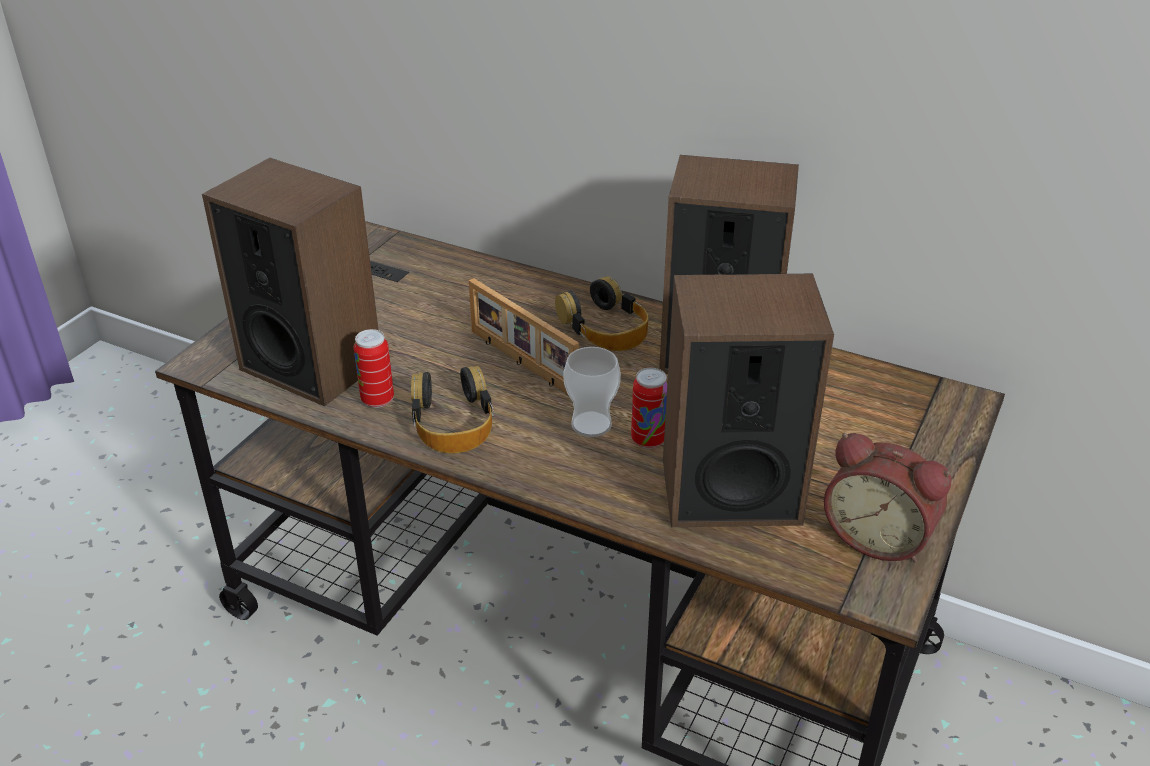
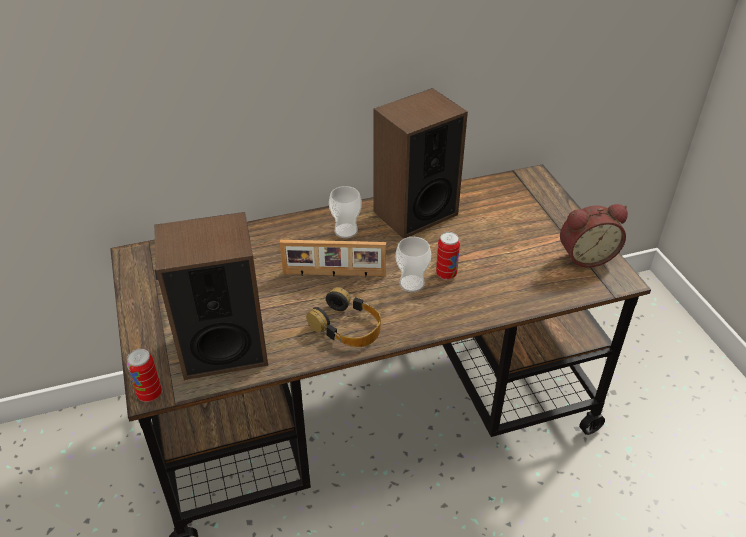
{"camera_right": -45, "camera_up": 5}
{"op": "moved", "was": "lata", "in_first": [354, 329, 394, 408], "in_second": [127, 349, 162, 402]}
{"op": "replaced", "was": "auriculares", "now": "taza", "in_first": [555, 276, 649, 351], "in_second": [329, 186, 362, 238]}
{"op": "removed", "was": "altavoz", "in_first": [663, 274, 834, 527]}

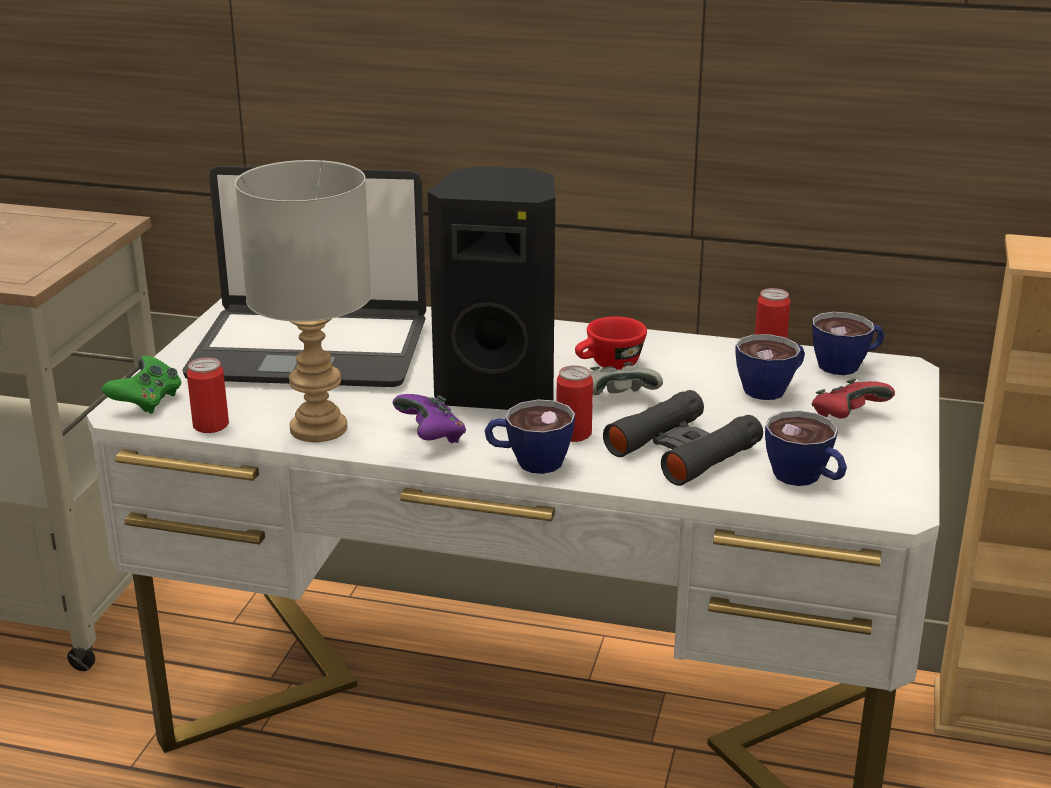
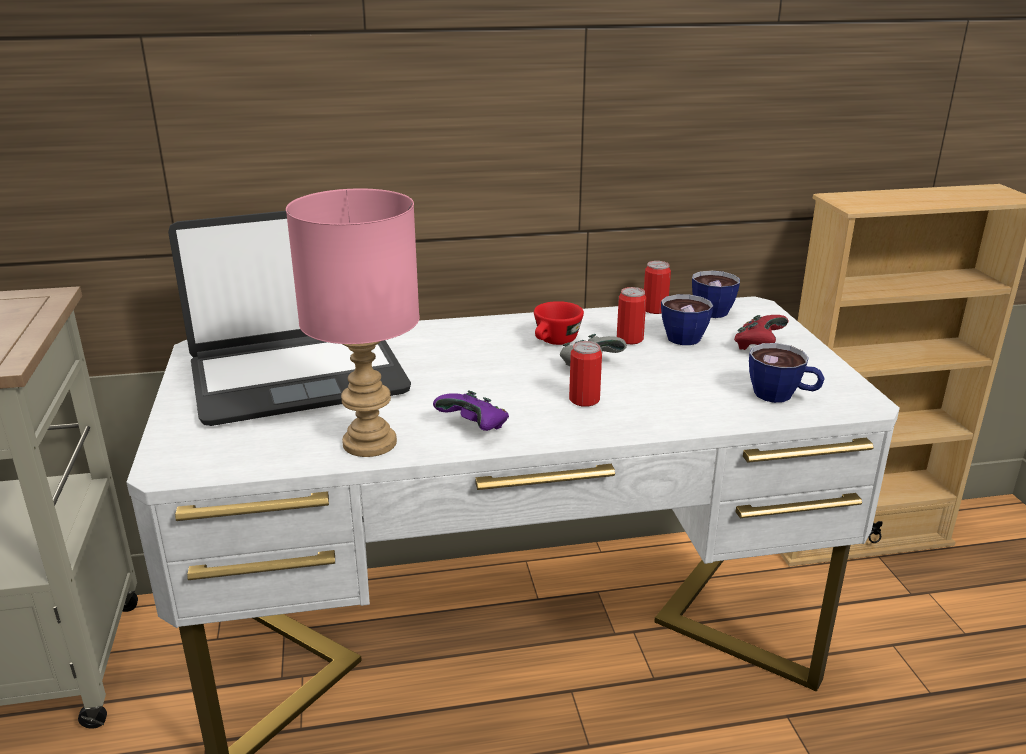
{"camera_right": -25, "camera_up": 0}
{"op": "removed", "was": "mando de consola/verde", "in_first": [102, 356, 182, 414]}
{"op": "moved", "was": "lata", "in_first": [187, 358, 229, 433], "in_second": [617, 287, 646, 344]}
{"op": "recoloured", "was": "lámpara de mesa/gris", "now": "lámpara de mesa/rosa", "in_first": [235, 160, 371, 442], "in_second": [286, 188, 420, 457]}
{"op": "removed", "was": "altavoz/negro", "in_first": [428, 166, 555, 410]}
{"op": "removed", "was": "taza", "in_first": [485, 399, 575, 474]}
{"op": "removed", "was": "prismáticos/negro", "in_first": [603, 390, 763, 486]}

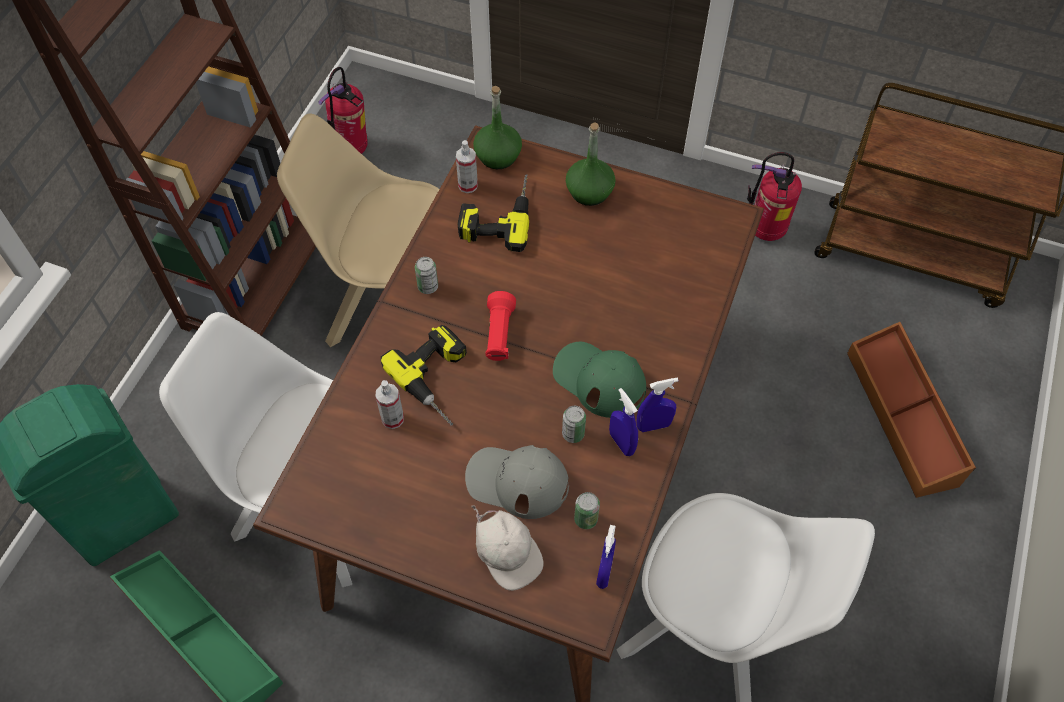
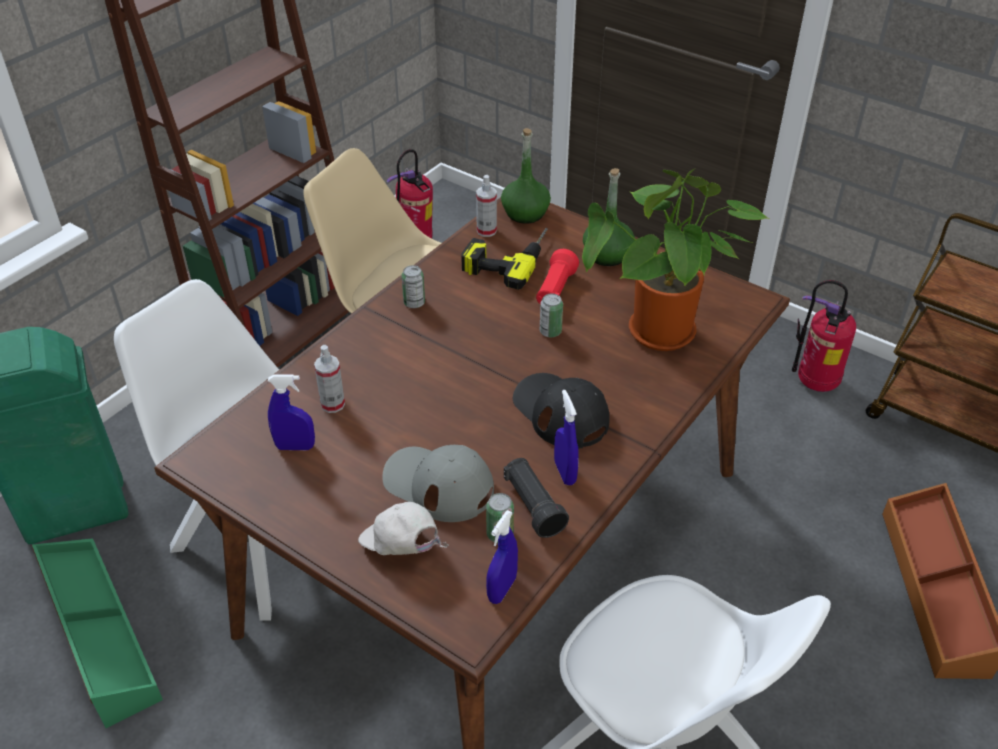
{"camera_right": 15, "camera_up": -15}
{"op": "removed", "was": "taladro", "in_first": [381, 325, 467, 426]}
{"op": "turned", "was": "gorra/blanco", "in_first": [471, 505, 544, 591], "in_second": [358, 502, 449, 555], "clockwise": 150}
{"op": "moved", "was": "linterna/rojo", "in_first": [485, 291, 516, 361], "in_second": [536, 249, 579, 304]}
{"op": "recoloured", "was": "gorra/verde", "now": "gorra/negro", "in_first": [553, 342, 646, 418], "in_second": [513, 373, 610, 449]}
{"op": "moved", "was": "lata", "in_first": [562, 406, 586, 443], "in_second": [540, 293, 563, 337]}
{"op": "moved", "was": "pulverizador/azul", "in_first": [636, 378, 678, 432], "in_second": [268, 374, 315, 450]}
{"op": "added", "now": "linterna/negro", "in_second": [504, 458, 569, 538]}
{"op": "added", "now": "planta en maceta", "in_second": [582, 168, 770, 351]}

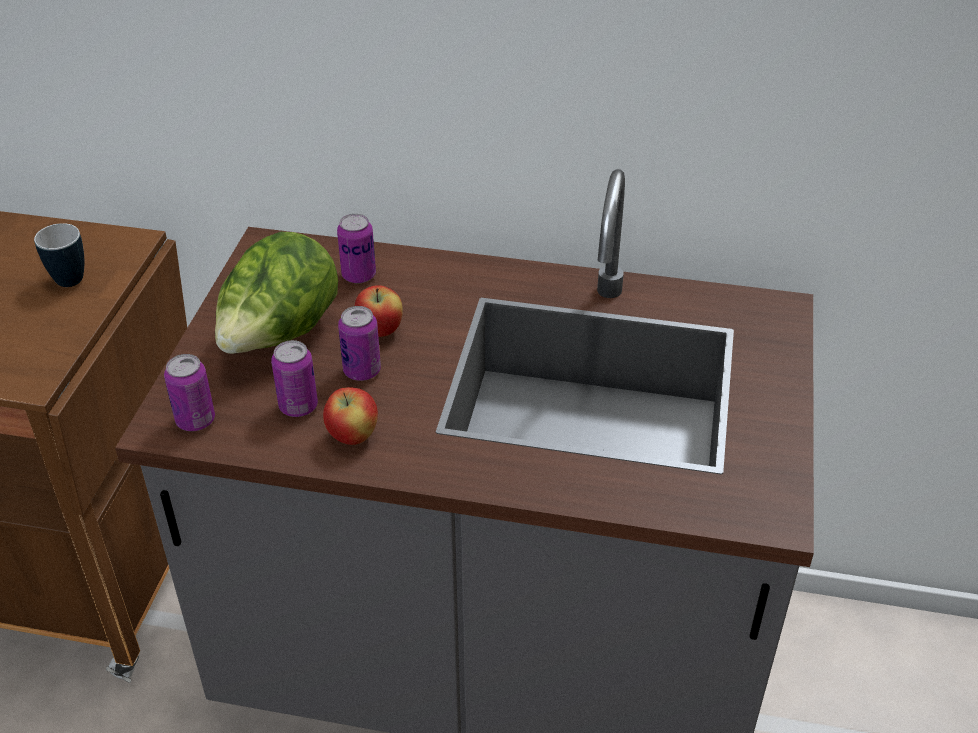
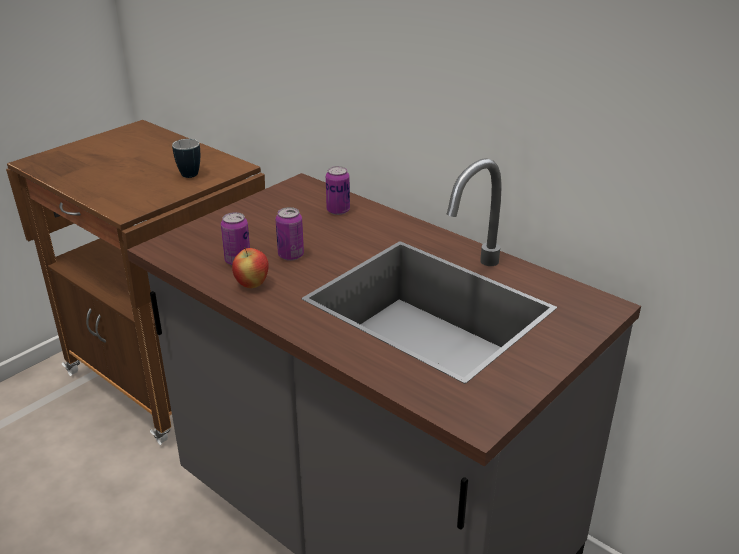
{"camera_right": 30, "camera_up": -10}
{"op": "removed", "was": "lata", "in_first": [164, 354, 215, 431]}
{"op": "removed", "was": "lechuga", "in_first": [215, 232, 338, 354]}
{"op": "removed", "was": "manzana", "in_first": [355, 285, 403, 337]}

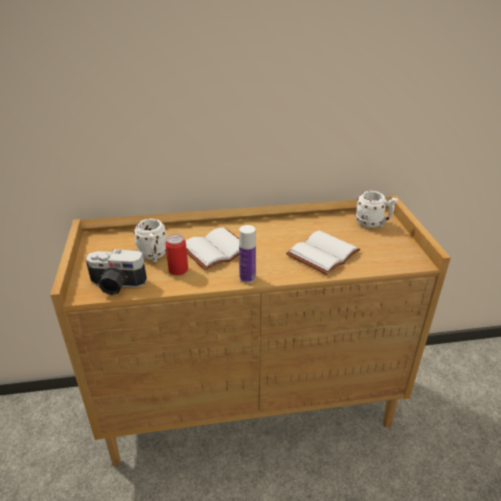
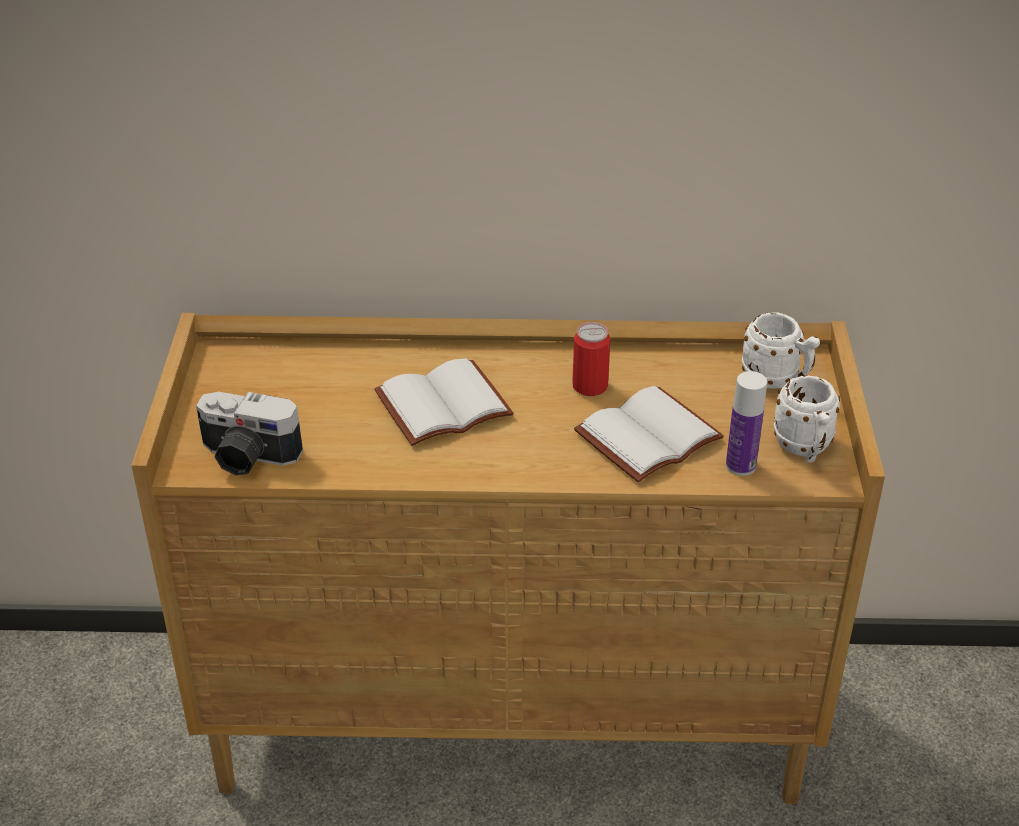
{"camera_right": 10, "camera_up": 5}
{"op": "moved", "was": "taza grande/blanco", "in_first": [134, 219, 167, 262], "in_second": [774, 376, 840, 462]}
{"op": "moved", "was": "lata", "in_first": [165, 234, 188, 276], "in_second": [572, 322, 610, 396]}
{"op": "moved", "was": "botella", "in_first": [239, 225, 256, 283], "in_second": [726, 371, 767, 476]}

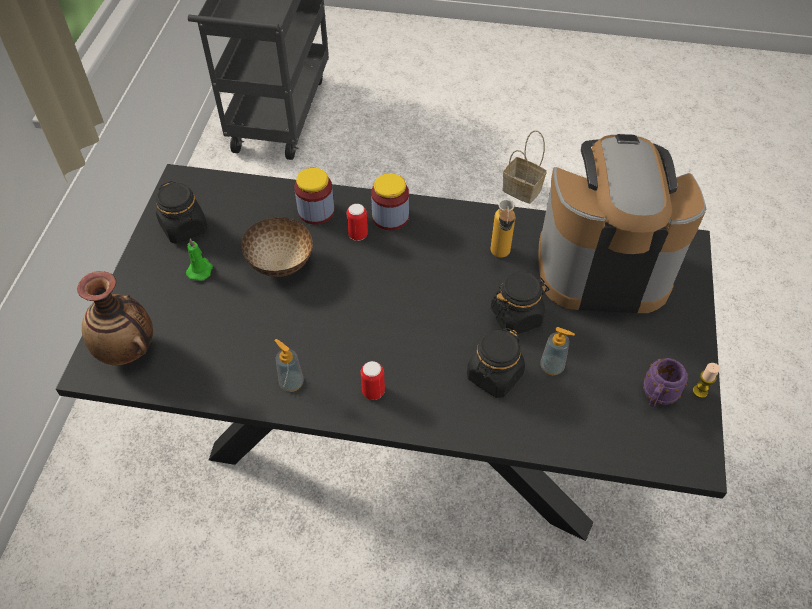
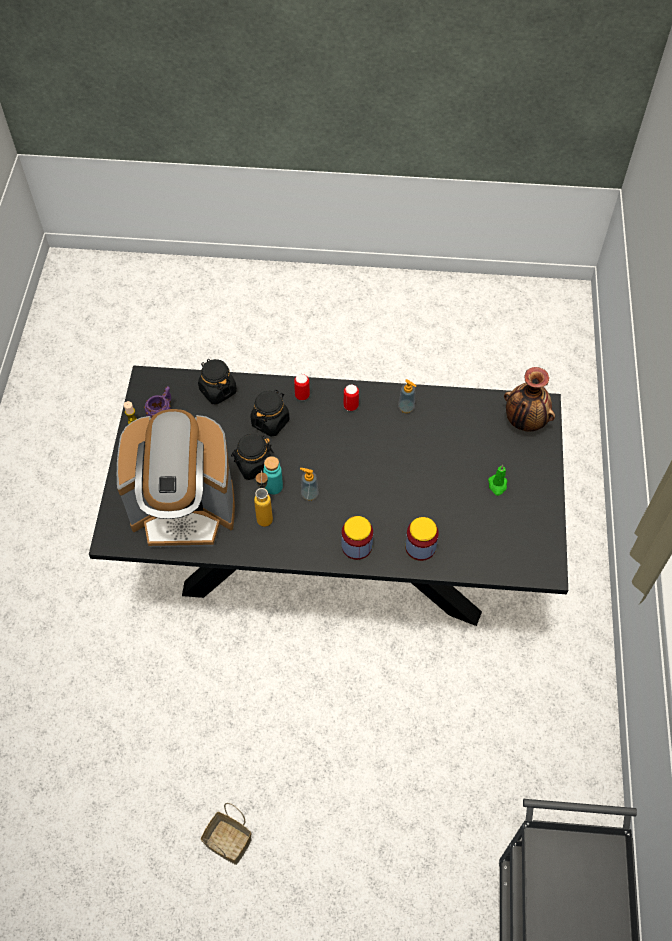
{"camera_right": 175, "camera_up": 5}
{"op": "moved", "was": "tarro/negro", "in_first": [156, 181, 208, 244], "in_second": [198, 359, 237, 405]}
{"op": "removed", "was": "cuenco", "in_first": [241, 217, 313, 277]}
{"op": "moved", "was": "lata", "in_first": [347, 204, 368, 241], "in_second": [294, 374, 310, 400]}
{"op": "moved", "was": "dispensador de jabón", "in_first": [540, 327, 575, 375], "in_second": [300, 468, 319, 501]}
{"op": "added", "now": "botella/turquesa", "in_second": [263, 456, 283, 494]}

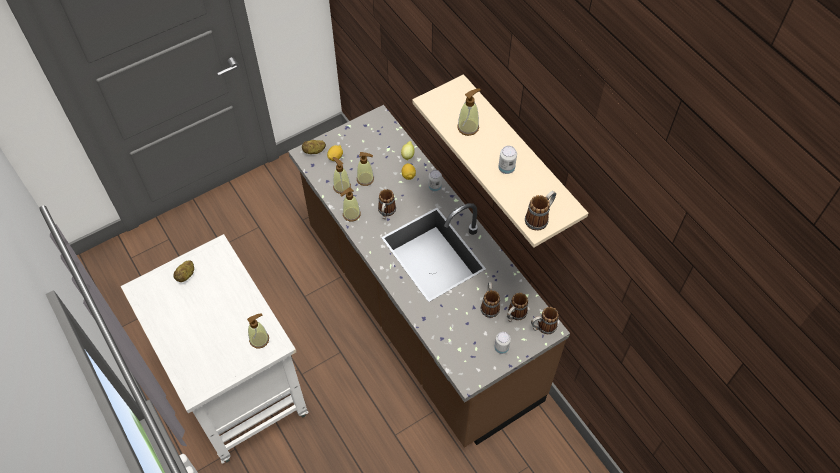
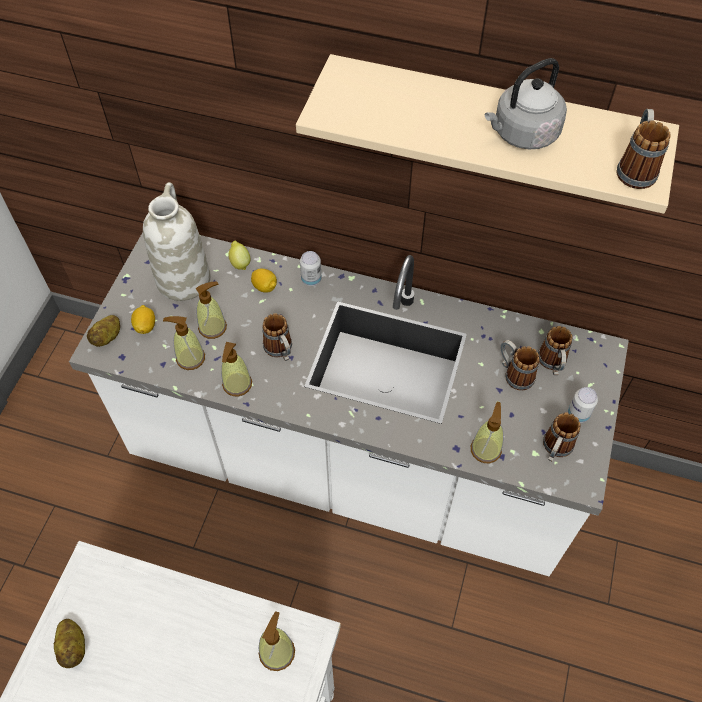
{"camera_right": -40, "camera_up": 0}
{"op": "recoloured", "was": "mueble bajo de cocina/marrón", "now": "mueble bajo de cocina/blanco", "in_first": [288, 105, 570, 448], "in_second": [69, 232, 629, 576]}
{"op": "moved", "was": "dispensador de jabón", "in_first": [457, 89, 481, 136], "in_second": [471, 402, 503, 463]}
{"op": "replaced", "was": "lata", "now": "hervidor/gris", "in_first": [498, 146, 517, 174], "in_second": [485, 58, 567, 149]}
{"op": "moved", "was": "taza grande", "in_first": [531, 307, 559, 334], "in_second": [543, 413, 581, 462]}
{"op": "added", "now": "florero/blanco", "in_second": [143, 182, 210, 301]}

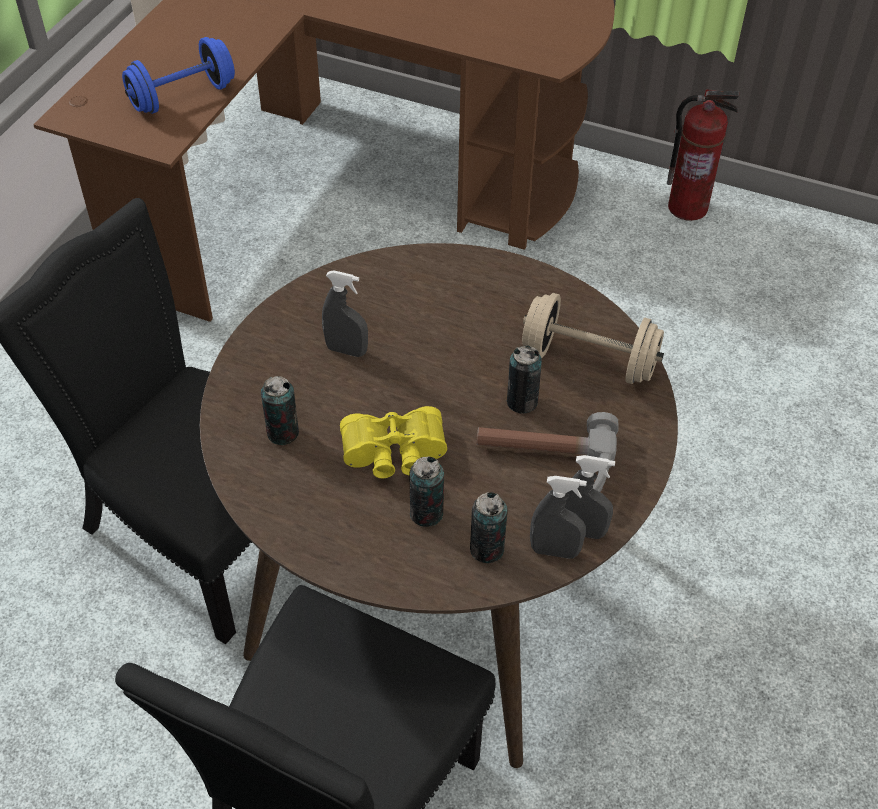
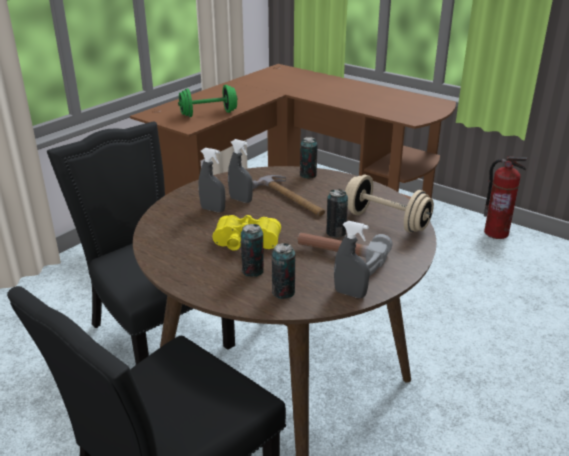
{"camera_right": 15, "camera_up": -20}
{"op": "recoloured", "was": "mancuerna/azul", "now": "mancuerna/verde", "in_first": [122, 37, 235, 114], "in_second": [178, 85, 238, 117]}
{"op": "moved", "was": "lata", "in_first": [261, 376, 299, 445], "in_second": [300, 137, 318, 179]}
{"op": "moved", "was": "pulverizador/gris", "in_first": [530, 476, 587, 559], "in_second": [198, 148, 225, 212]}
{"op": "added", "now": "martillo", "in_second": [252, 175, 325, 216]}

